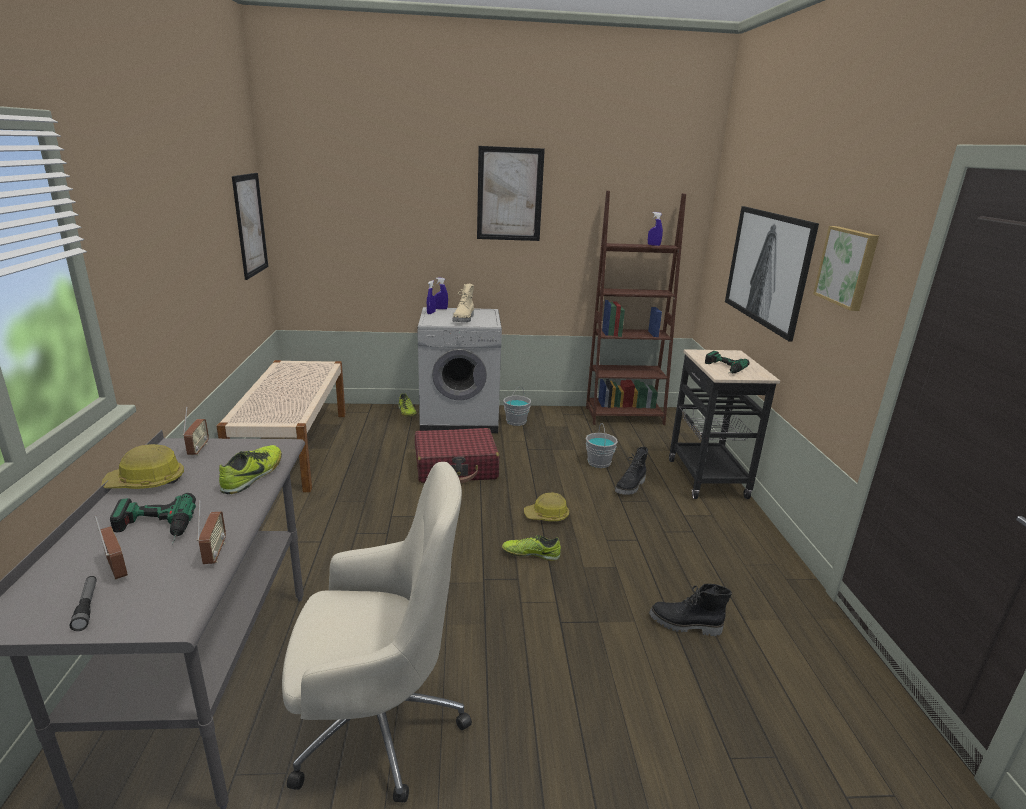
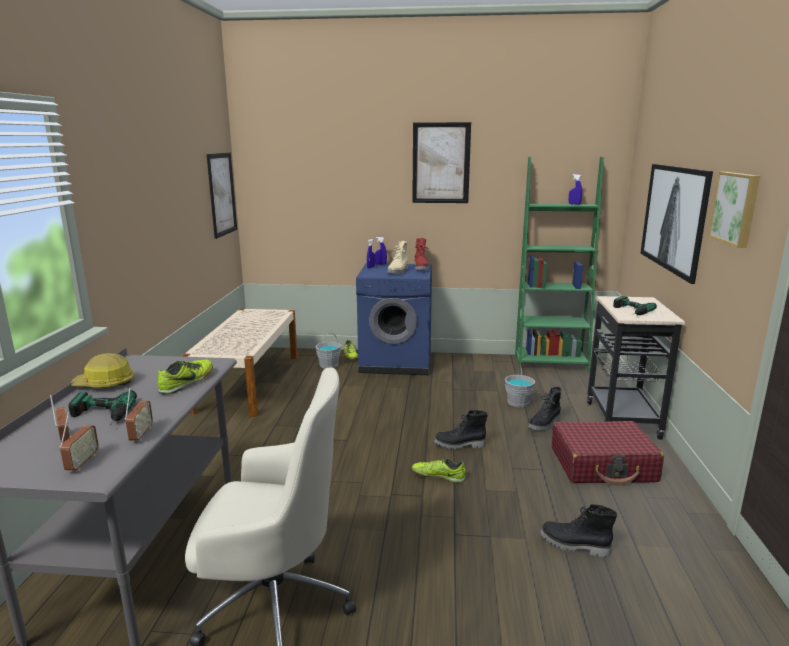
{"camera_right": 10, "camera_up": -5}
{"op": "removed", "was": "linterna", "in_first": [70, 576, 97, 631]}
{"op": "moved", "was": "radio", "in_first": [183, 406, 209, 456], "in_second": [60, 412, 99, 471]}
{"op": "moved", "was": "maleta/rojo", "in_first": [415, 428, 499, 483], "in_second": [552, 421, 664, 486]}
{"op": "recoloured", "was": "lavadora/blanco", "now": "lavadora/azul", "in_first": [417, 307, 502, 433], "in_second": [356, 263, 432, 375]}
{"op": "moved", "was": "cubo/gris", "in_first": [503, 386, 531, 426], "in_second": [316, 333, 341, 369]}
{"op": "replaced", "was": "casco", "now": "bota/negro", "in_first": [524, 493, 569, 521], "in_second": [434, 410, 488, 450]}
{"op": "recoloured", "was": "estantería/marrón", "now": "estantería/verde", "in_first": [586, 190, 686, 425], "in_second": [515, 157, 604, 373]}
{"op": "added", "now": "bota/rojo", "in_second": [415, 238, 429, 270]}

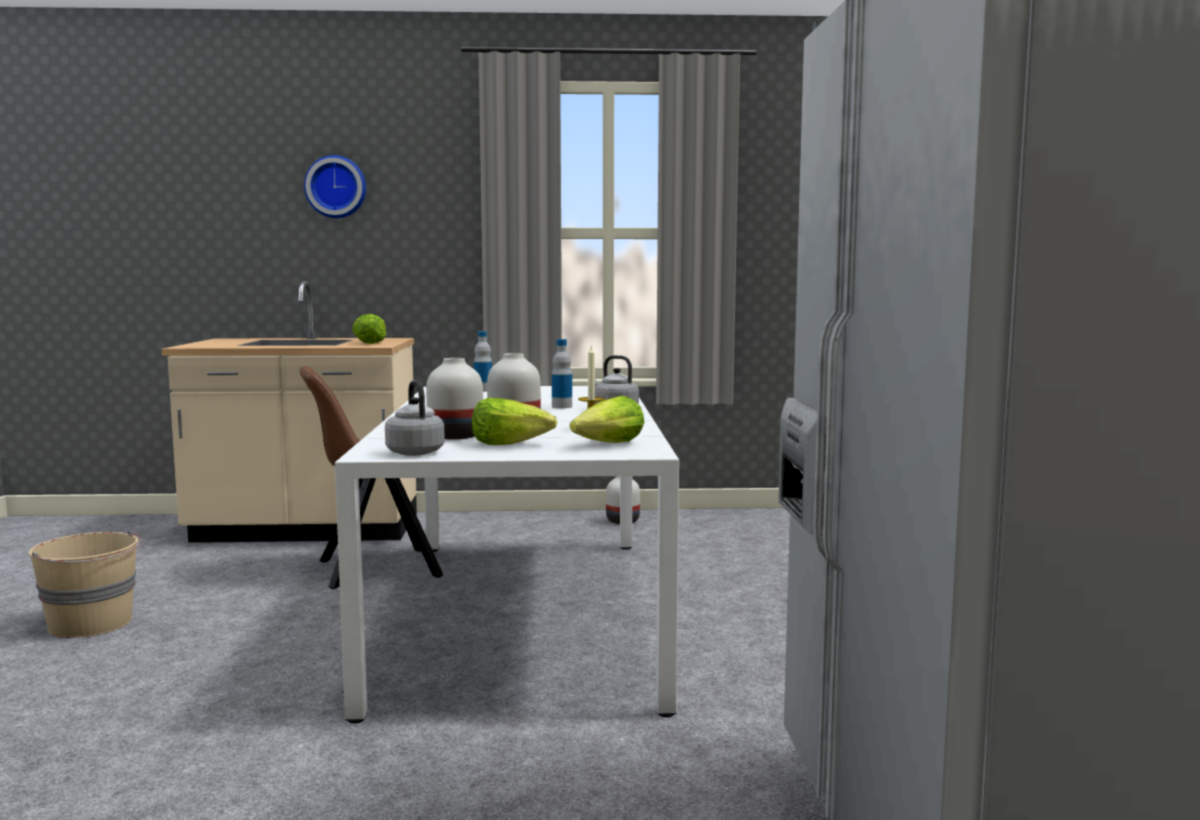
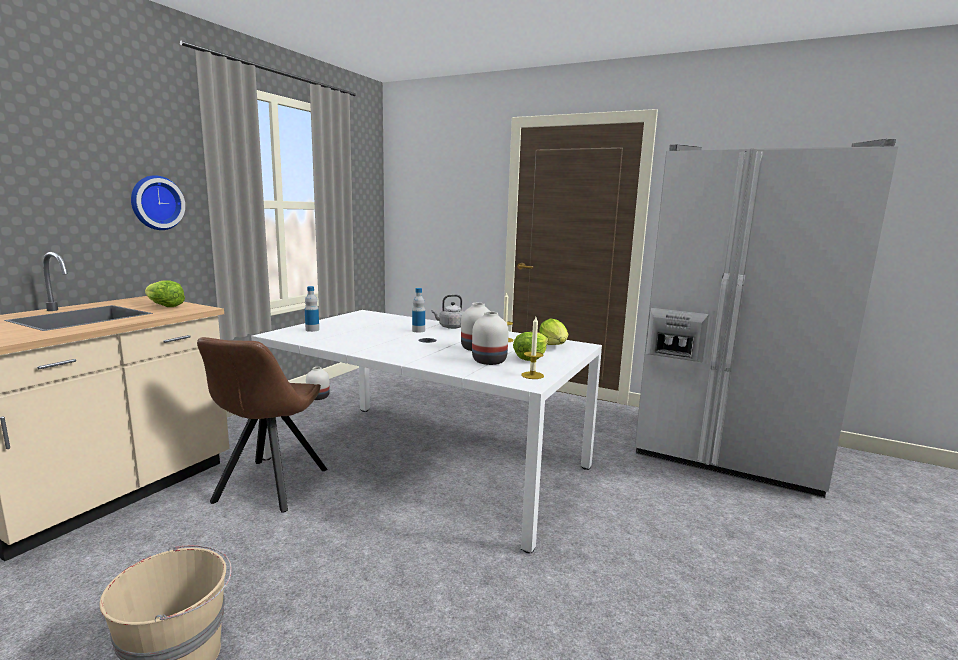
{"camera_right": -60, "camera_up": 5}
{"op": "moved", "was": "reloj de pared", "in_first": [304, 155, 366, 218], "in_second": [131, 175, 185, 230]}
{"op": "replaced", "was": "hervidor/gris", "now": "vela", "in_first": [385, 381, 445, 456], "in_second": [521, 317, 544, 379]}

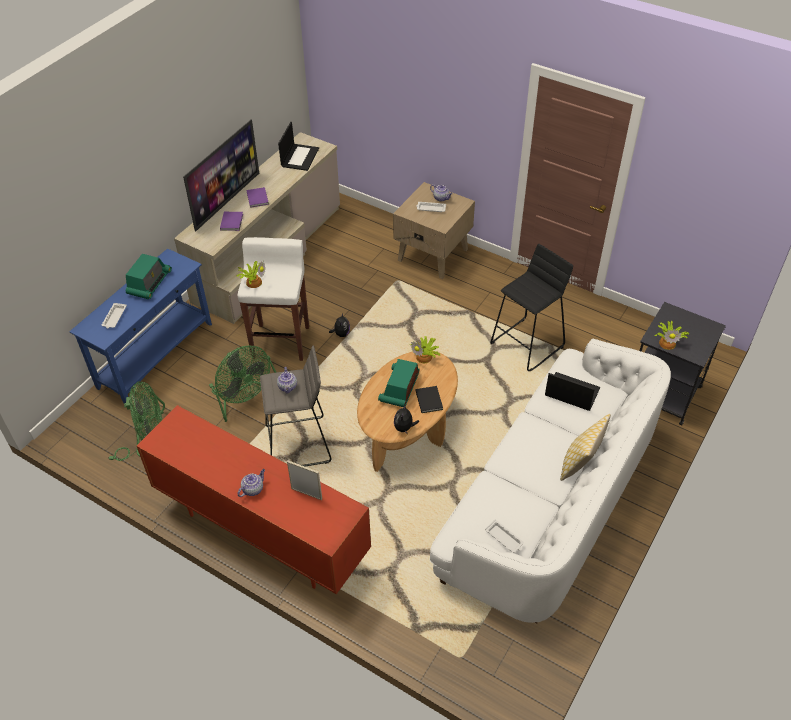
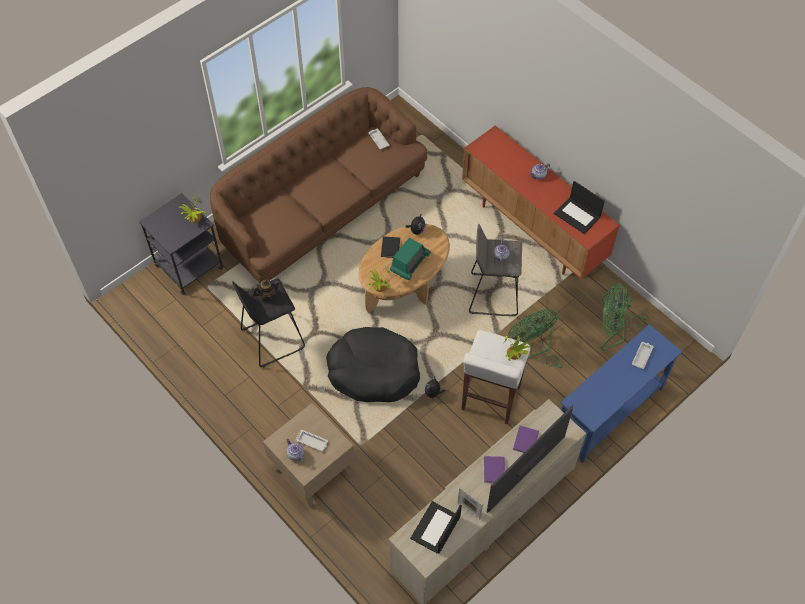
{"camera_right": -165, "camera_up": 10}
{"op": "removed", "was": "radio", "in_first": [126, 254, 172, 299]}
{"op": "moved", "was": "portarretratos", "in_first": [287, 460, 322, 500], "in_second": [458, 487, 483, 519]}
{"op": "recoloured", "was": "sofá/blanco", "now": "sofá/marrón", "in_first": [430, 339, 671, 623], "in_second": [210, 87, 427, 283]}
{"op": "moved", "was": "portátil", "in_first": [545, 372, 600, 411], "in_second": [554, 181, 605, 234]}
{"op": "removed", "was": "cojín", "in_first": [560, 414, 611, 481]}
{"op": "added", "now": "tetera", "in_second": [253, 280, 280, 301]}
{"op": "added", "now": "cama para perro/negro", "in_second": [326, 327, 420, 402]}

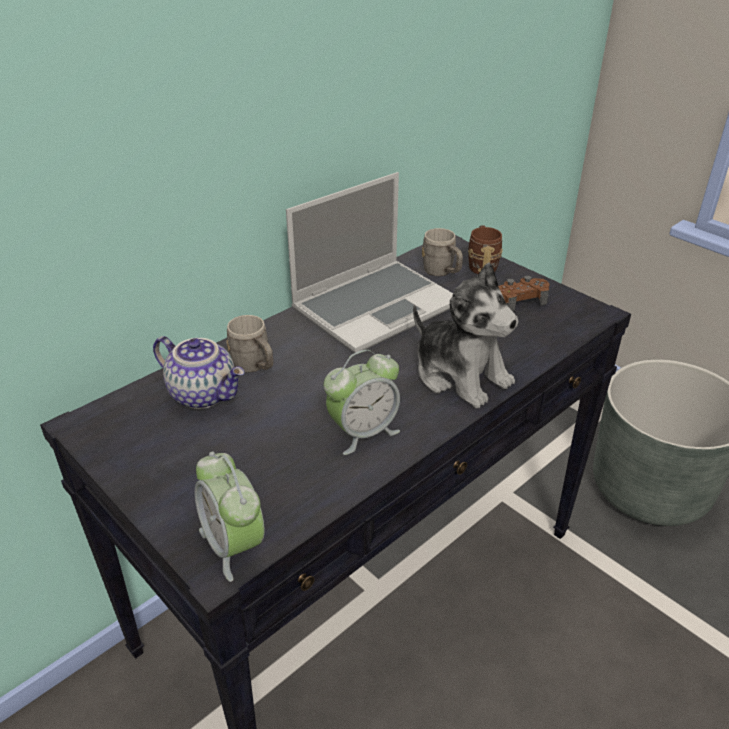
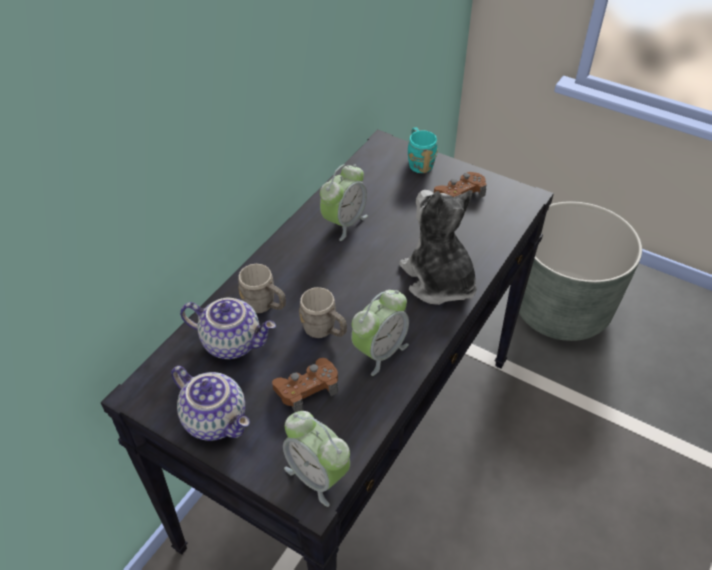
{"camera_right": -15, "camera_up": 10}
{"op": "replaced", "was": "portátil", "now": "despertador", "in_first": [286, 172, 453, 353], "in_second": [320, 164, 368, 241]}
{"op": "turned", "was": "peluche", "in_first": [413, 262, 519, 408], "in_second": [399, 190, 477, 305], "clockwise": -150}
{"op": "moved", "was": "taza grande/gris", "in_first": [422, 228, 463, 276], "in_second": [299, 287, 347, 338]}
{"op": "recoloured", "was": "taza grande/marrón", "now": "taza grande/turquesa", "in_first": [468, 226, 503, 274], "in_second": [408, 127, 438, 173]}
{"op": "added", "now": "tetera", "in_second": [171, 366, 250, 441]}
{"op": "added", "now": "mando de consola/marrón", "in_second": [272, 358, 338, 412]}

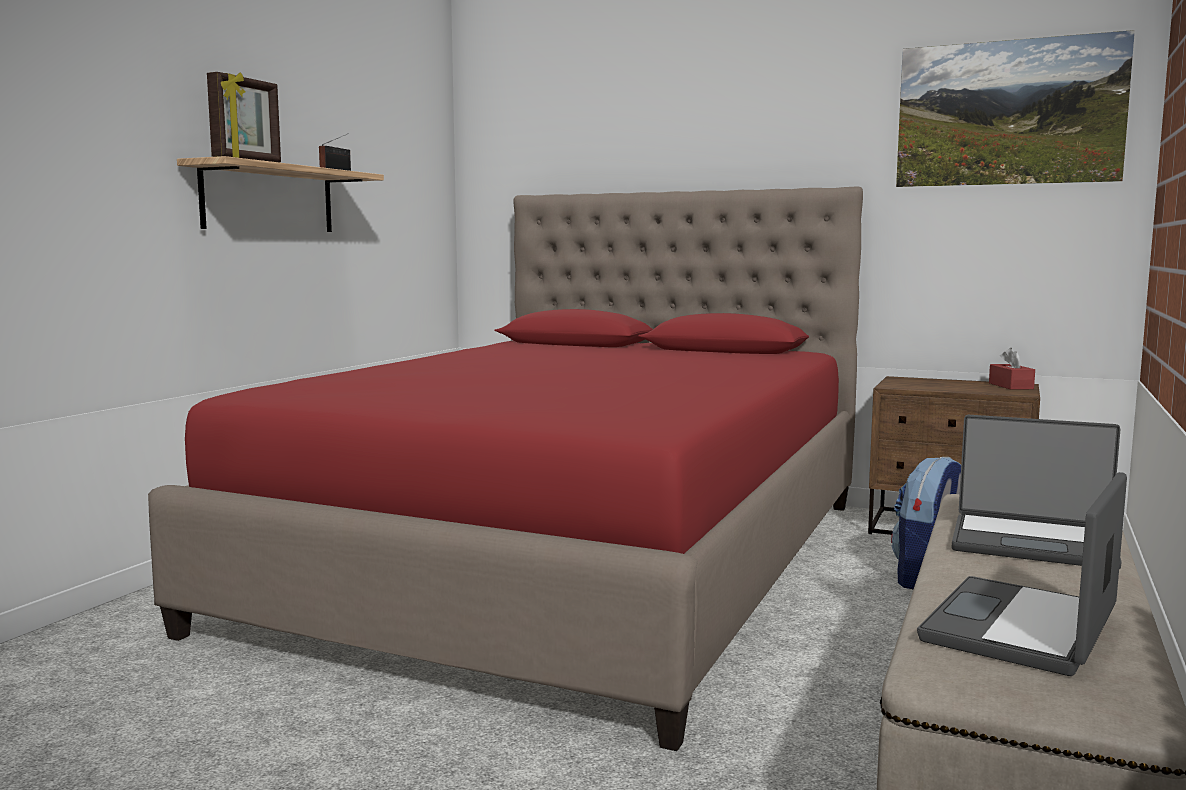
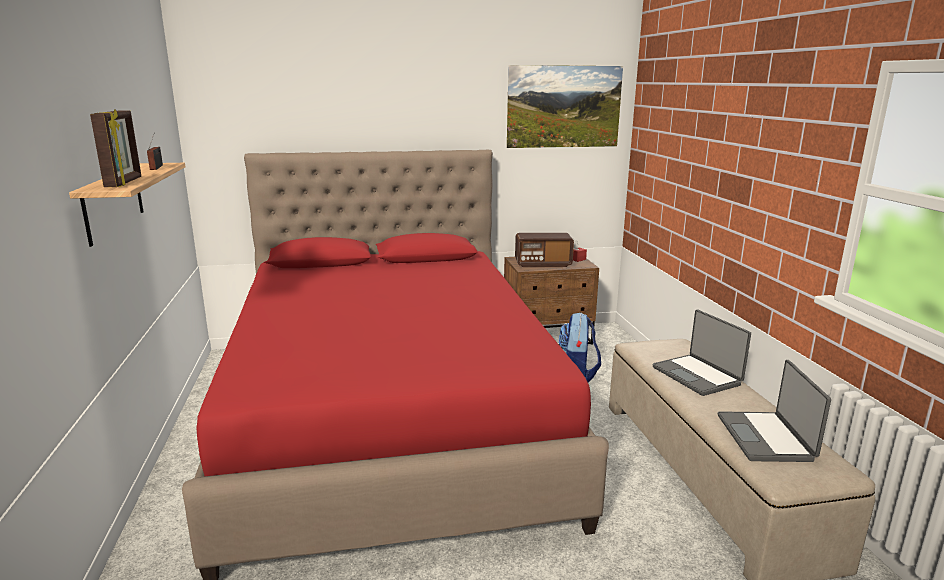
{"camera_right": -35, "camera_up": 10}
{"op": "turned", "was": "portátil", "in_first": [952, 415, 1122, 569], "in_second": [652, 310, 751, 396], "clockwise": 75}
{"op": "added", "now": "radio", "in_second": [515, 233, 574, 267]}

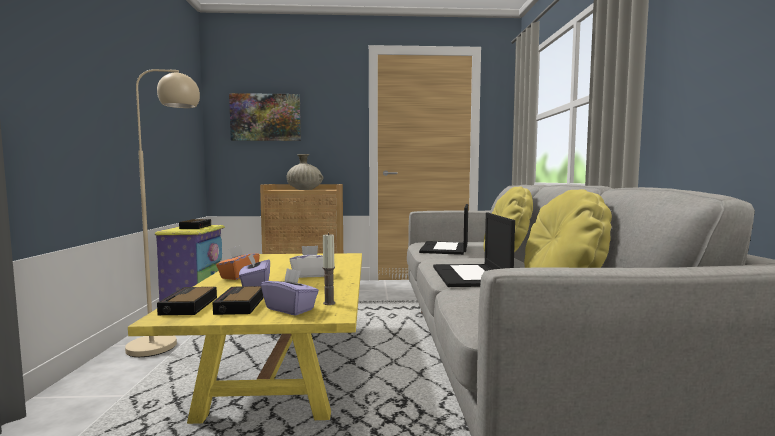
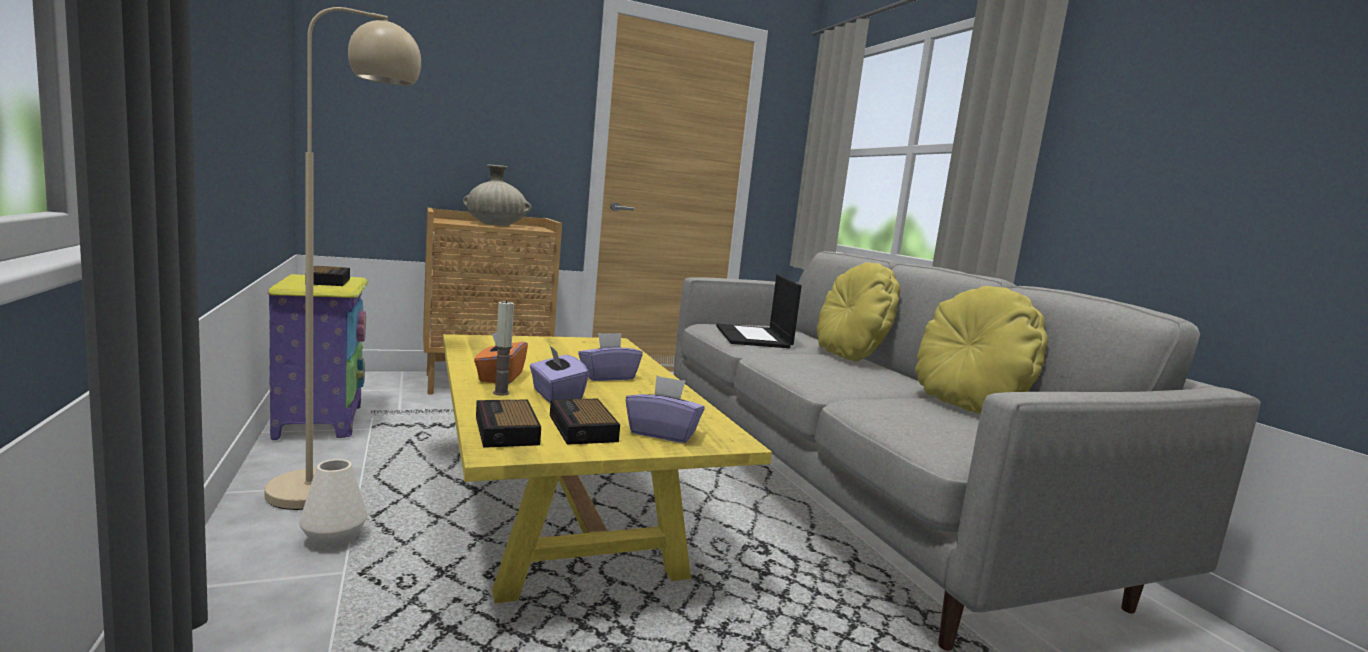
{"camera_right": -20, "camera_up": 5}
{"op": "removed", "was": "cuadro", "in_first": [229, 93, 301, 141]}
{"op": "recoloured", "was": "caja de pañuelos/blanco", "now": "caja de pañuelos/morado", "in_first": [290, 246, 325, 278], "in_second": [578, 333, 643, 381]}
{"op": "moved", "was": "vela", "in_first": [323, 233, 335, 305], "in_second": [493, 300, 514, 396]}
{"op": "removed", "was": "portátil", "in_first": [433, 213, 515, 287]}
{"op": "added", "now": "florero/blanco", "in_second": [299, 459, 367, 549]}

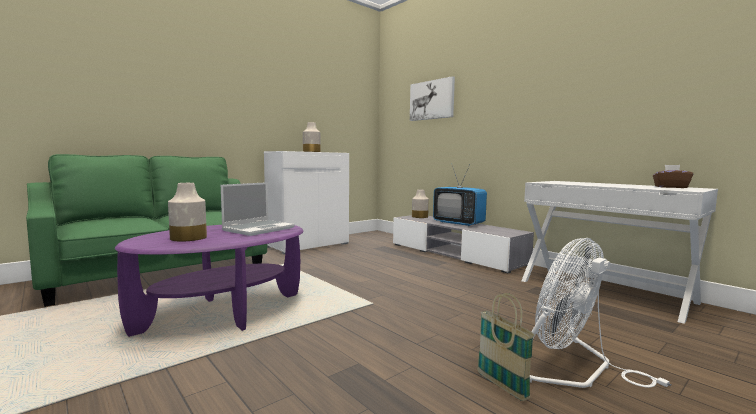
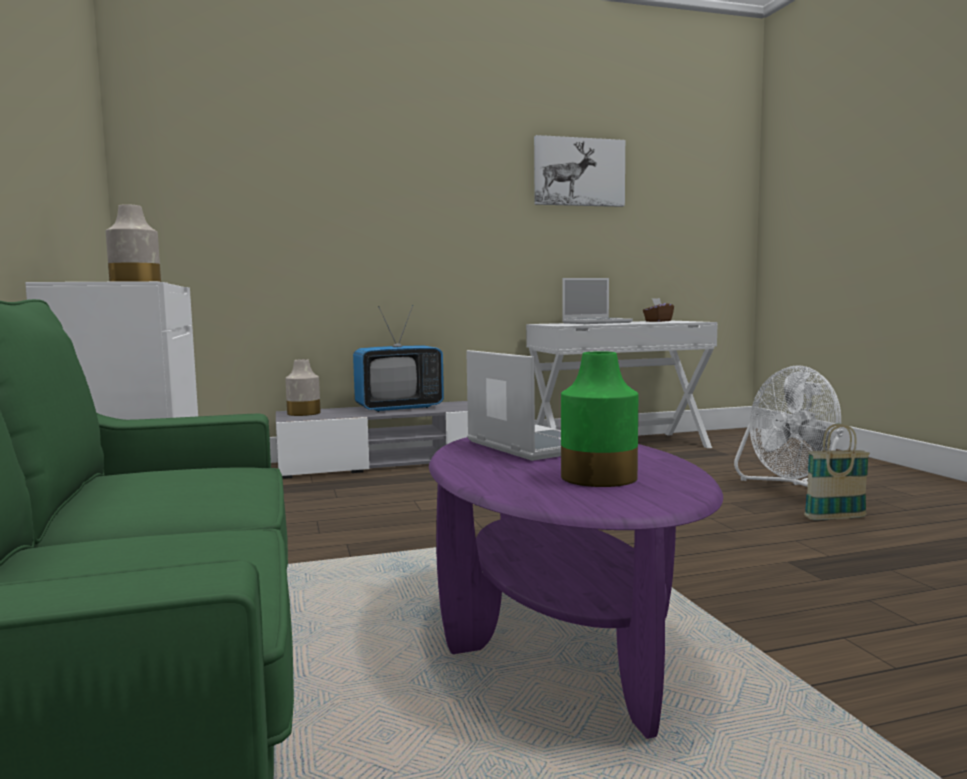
{"camera_right": -65, "camera_up": 0}
{"op": "recoloured", "was": "florero/beis", "now": "florero/verde", "in_first": [168, 183, 207, 241], "in_second": [561, 351, 638, 487]}
{"op": "moved", "was": "cuadro", "in_first": [410, 76, 455, 121], "in_second": [534, 135, 625, 207]}
{"op": "added", "now": "portátil", "in_second": [562, 278, 633, 324]}

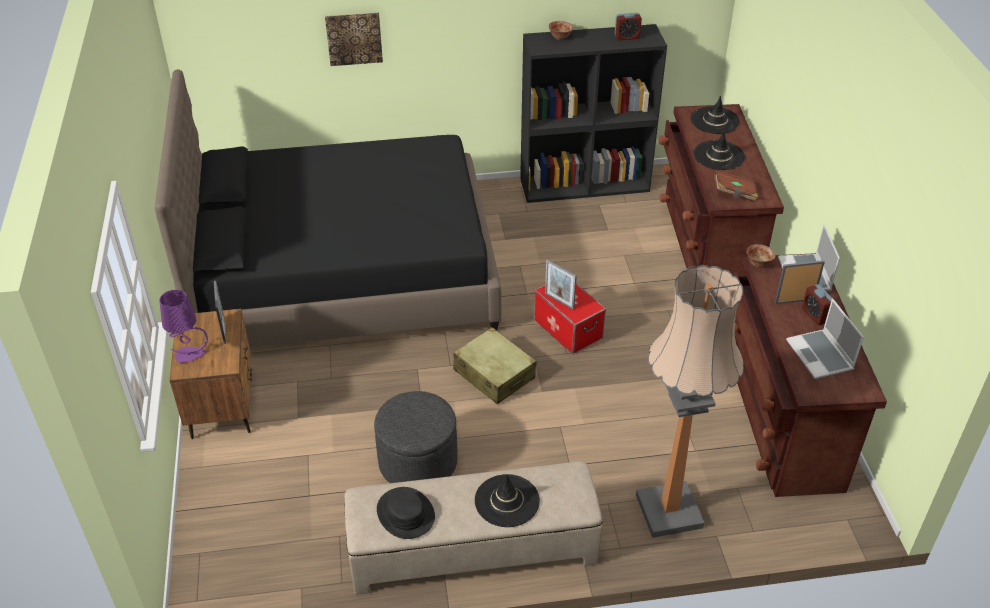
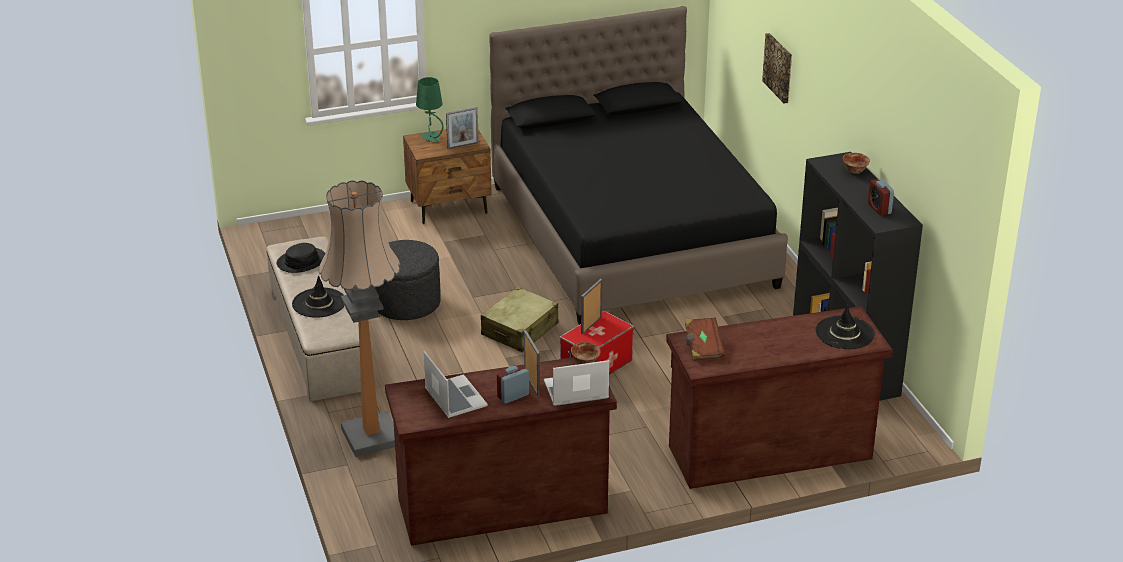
{"camera_right": 80, "camera_up": -10}
{"op": "recoloured", "was": "lámpara de mesa/morado", "now": "lámpara de mesa/verde", "in_first": [159, 289, 208, 363], "in_second": [416, 77, 444, 142]}
{"op": "removed", "was": "sombrero/negro", "in_first": [694, 131, 745, 170]}
{"op": "turned", "was": "portátil", "in_first": [786, 298, 864, 379], "in_second": [424, 351, 488, 418], "clockwise": 90}

